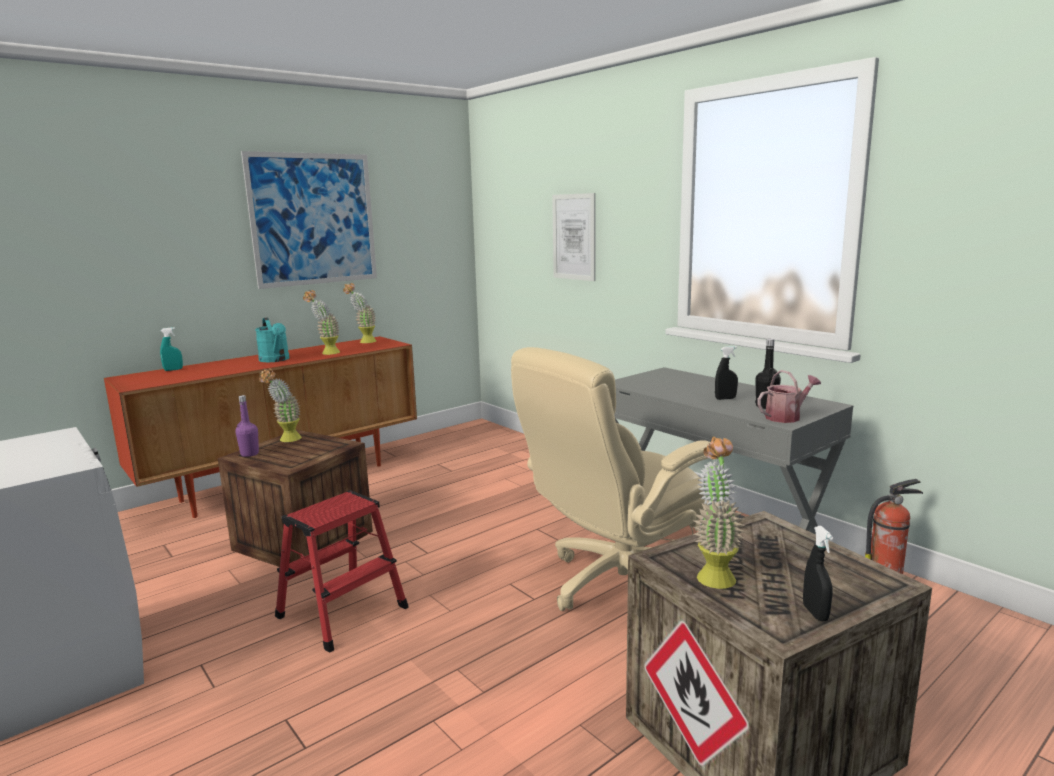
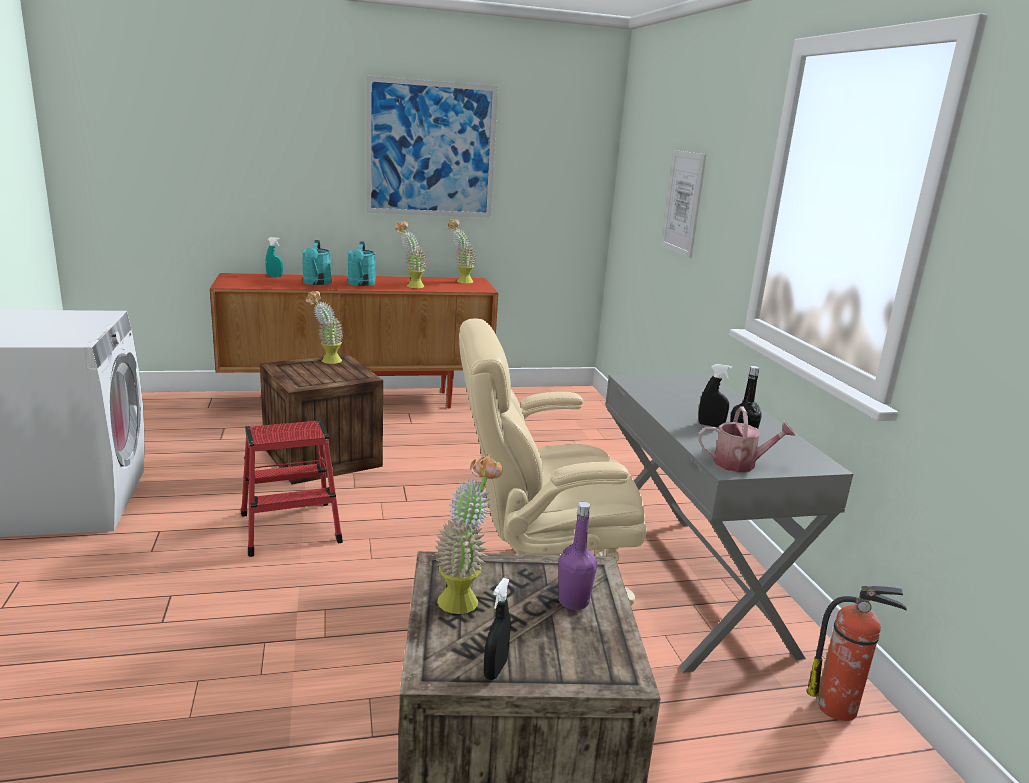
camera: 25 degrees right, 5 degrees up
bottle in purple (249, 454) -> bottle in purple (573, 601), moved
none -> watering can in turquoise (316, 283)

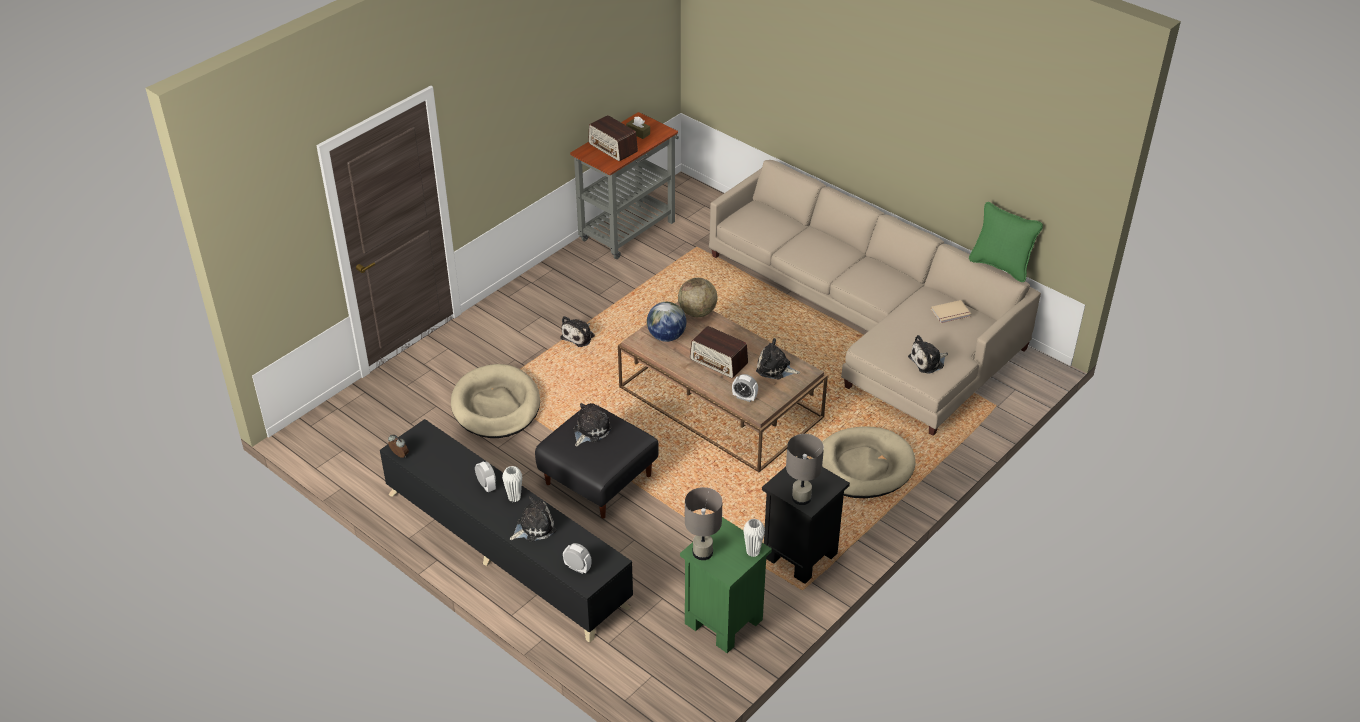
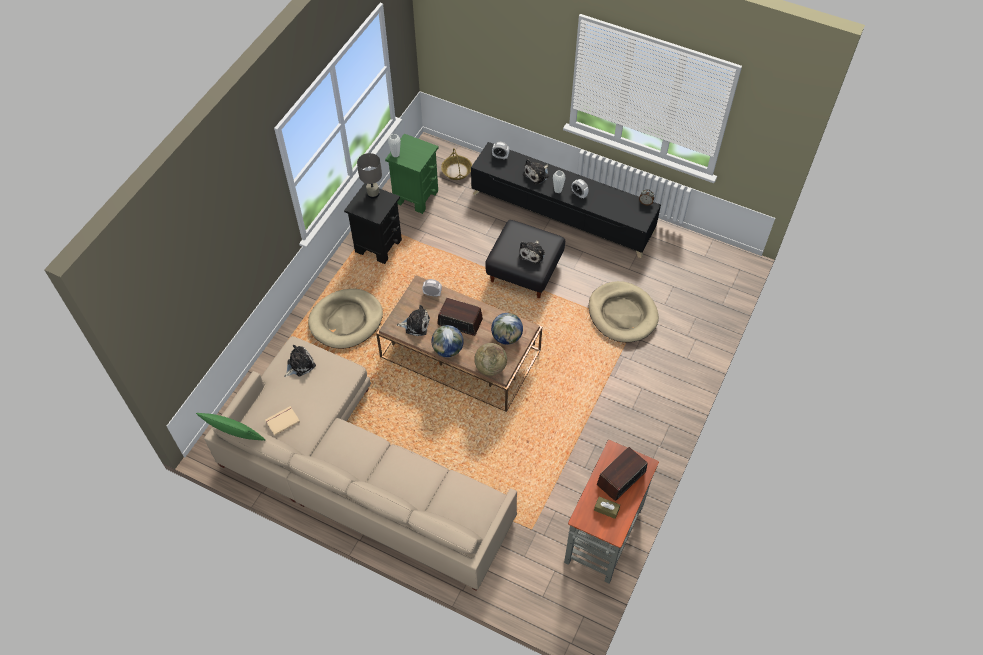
camera: 165 degrees right, 15 degrees up
radio (613, 148) -> radio (621, 478), 75 degrees counterclockwise
plush toy (579, 336) -> none
table lamp in grey (702, 552) -> none
none -> basket (456, 171)
none -> globe (448, 350)

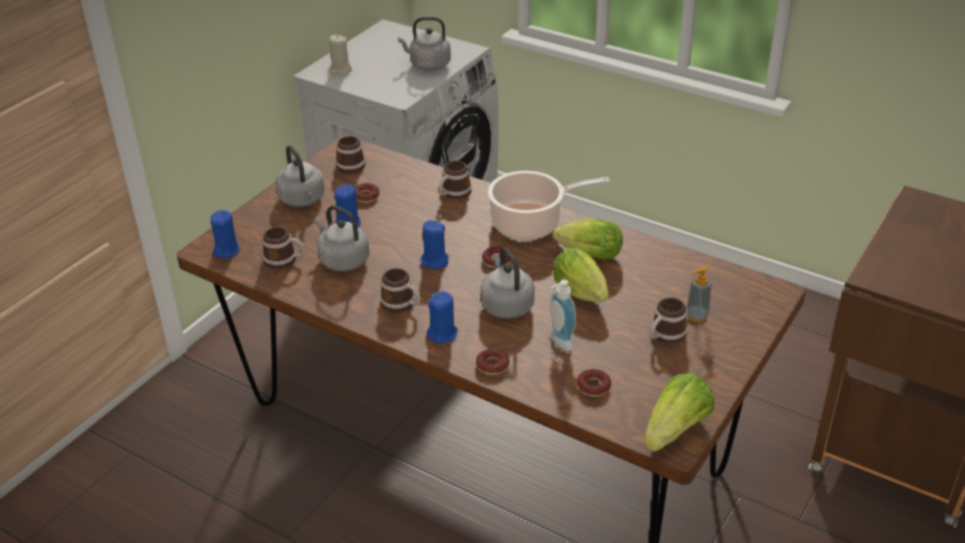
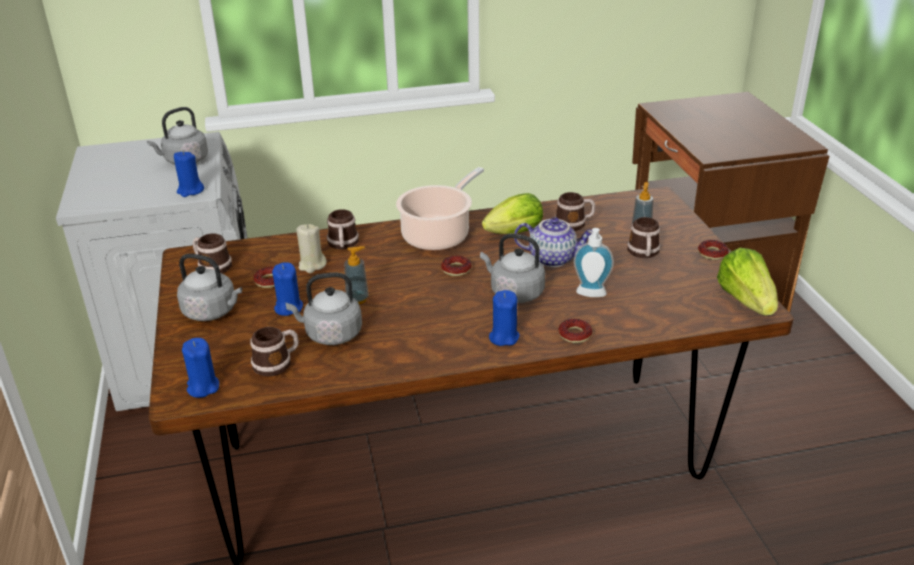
camera: 45 degrees left, 5 degrees down
candle in beige (340, 70) -> candle in beige (312, 265), moved
candle in blue (434, 261) -> candle in blue (190, 191), moved
lettuce (583, 295) -> teapot (553, 258)
mug (402, 304) -> mug (574, 224), moved
donut (593, 386) -> donut (712, 254), moved
none -> soap dispenser (357, 299)

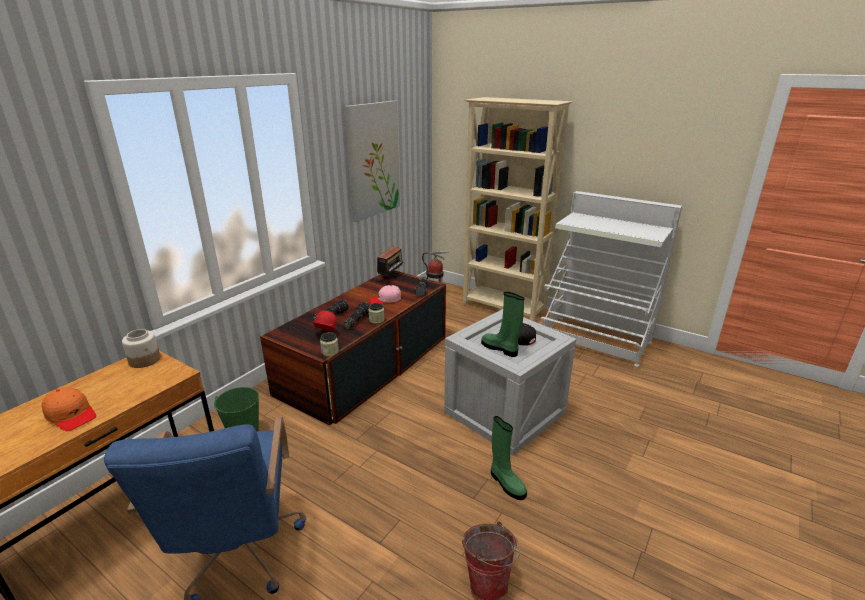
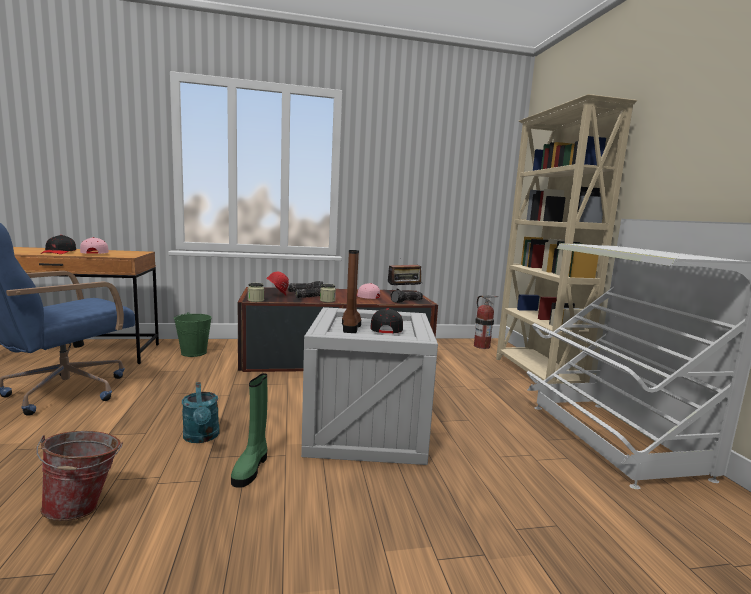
camera: 45 degrees right, 15 degrees down
picture (373, 160) -> none
boot in green (500, 349) -> boot in brown (350, 327)
jar (145, 360) -> none
cap in orange (71, 415) -> cap in black (59, 252)
none -> cap in pink (95, 253)
none -> watering can in turquoise (202, 437)

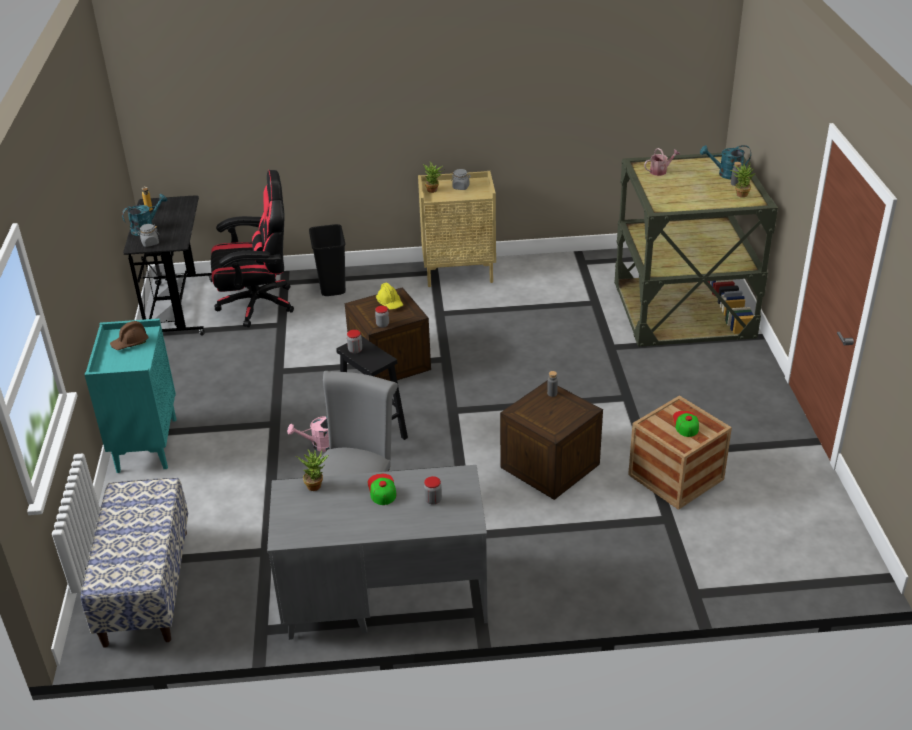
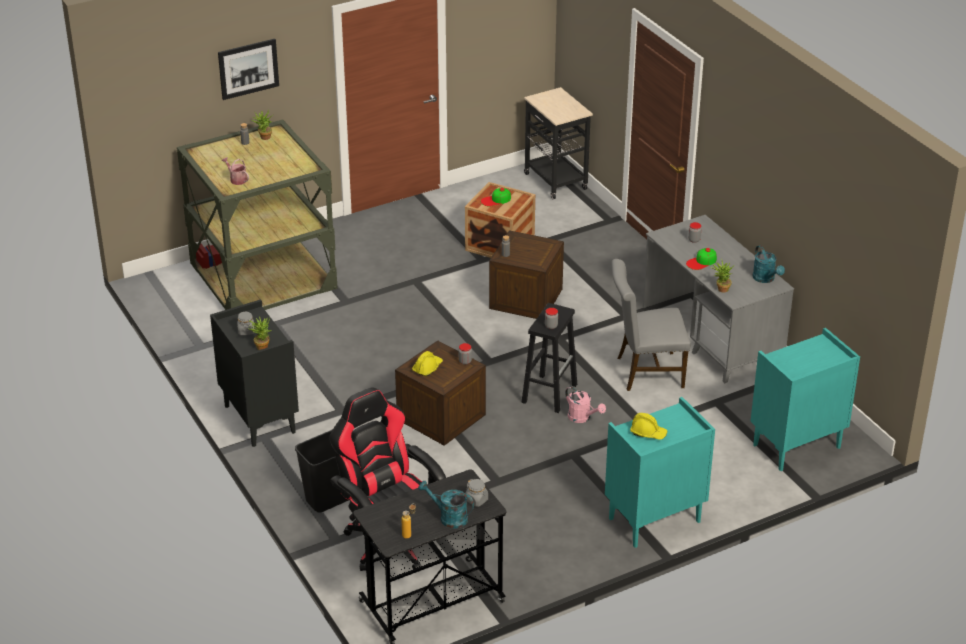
camera: 115 degrees left, 0 degrees up
watering can in turquoise (725, 174) -> watering can in turquoise (766, 279), moved
cabinet in beige (459, 274) -> cabinet in black (259, 418)
hard hat in brown (130, 343) -> hard hat in yellow (648, 433)
bench (146, 586) -> cabinet in turquoise (796, 446)
none -> picture (248, 68)
none -> cart (556, 182)

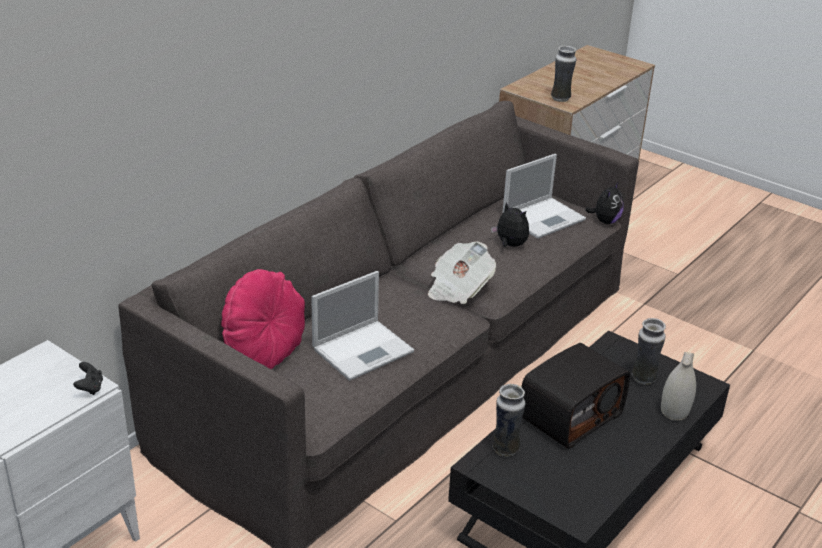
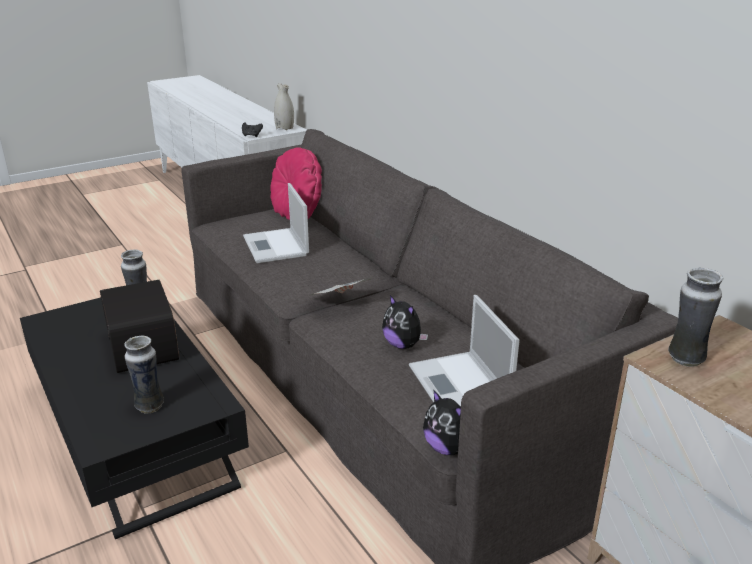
camera: 110 degrees right, 5 degrees down
plush toy (510, 245) -> plush toy (403, 345), 75 degrees clockwise
vase in white (675, 411) -> vase in white (284, 128), moved

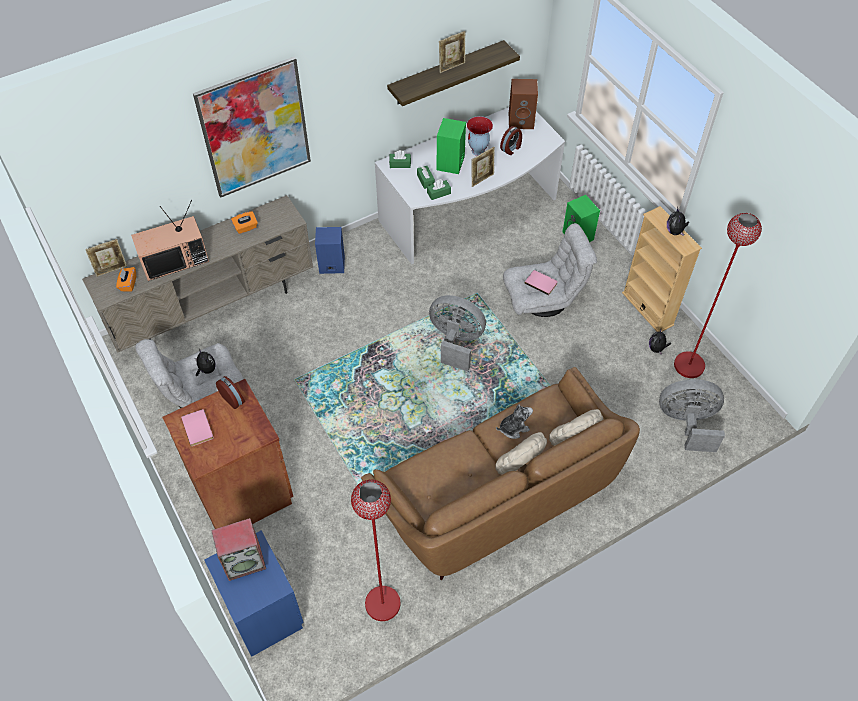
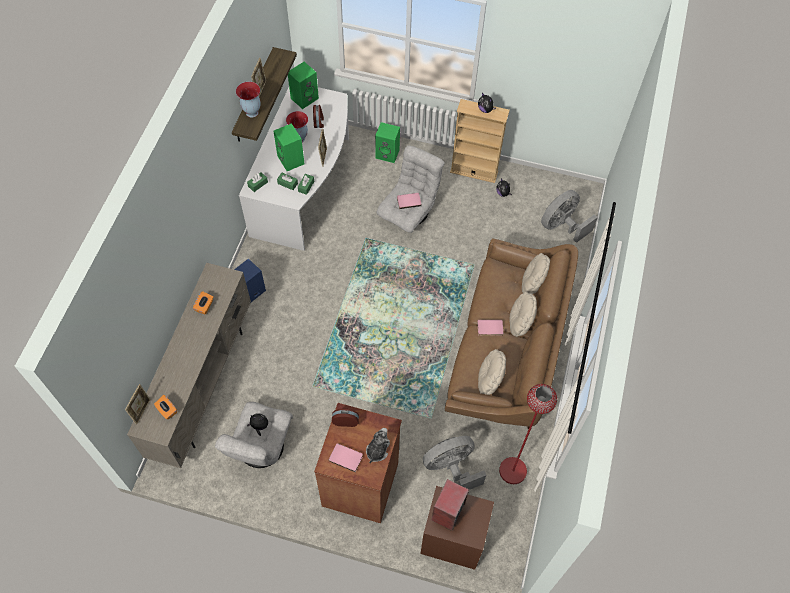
camera: 45 degrees left, 5 degrees up
picture (255, 128) -> none
speaker in brown (521, 121) -> speaker in green (304, 98)
television (175, 259) -> none
floor lamp in red (688, 365) -> none
fan in grey (455, 342) -> fan in grey (451, 467), moved
plush toy (513, 428) -> plush toy (377, 450), moved
nightstand in blue (264, 611) -> nightstand in brown (453, 538)
none -> vase (251, 112)
none -> book in pink (490, 329)
none -> pillow in beige (489, 381)

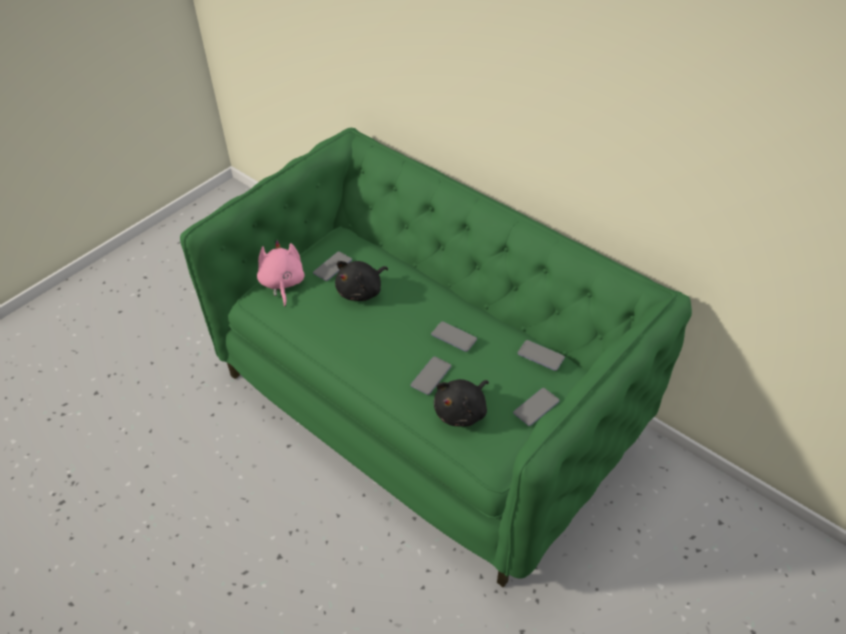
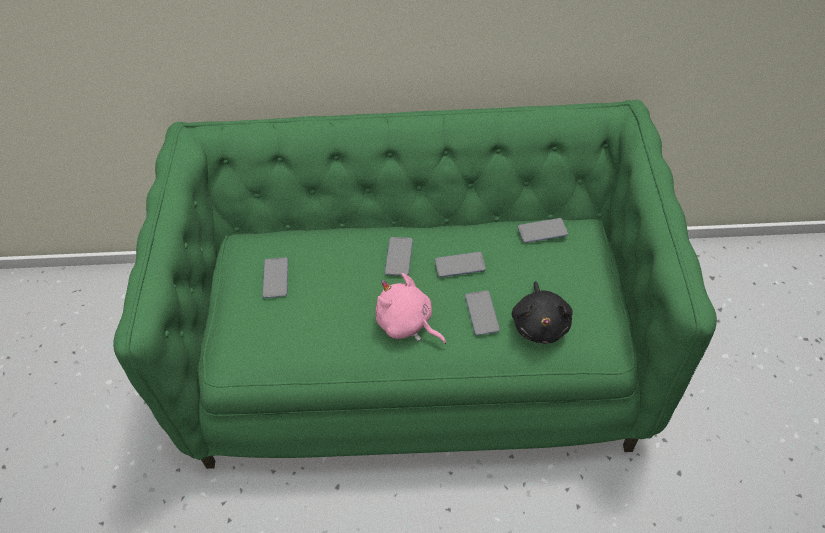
camera: 40 degrees left, 5 degrees up
plush toy in pink (282, 283) -> plush toy in pink (407, 324), moved
plush toy in black (362, 291) -> none
phone (536, 407) -> phone (399, 257), moved

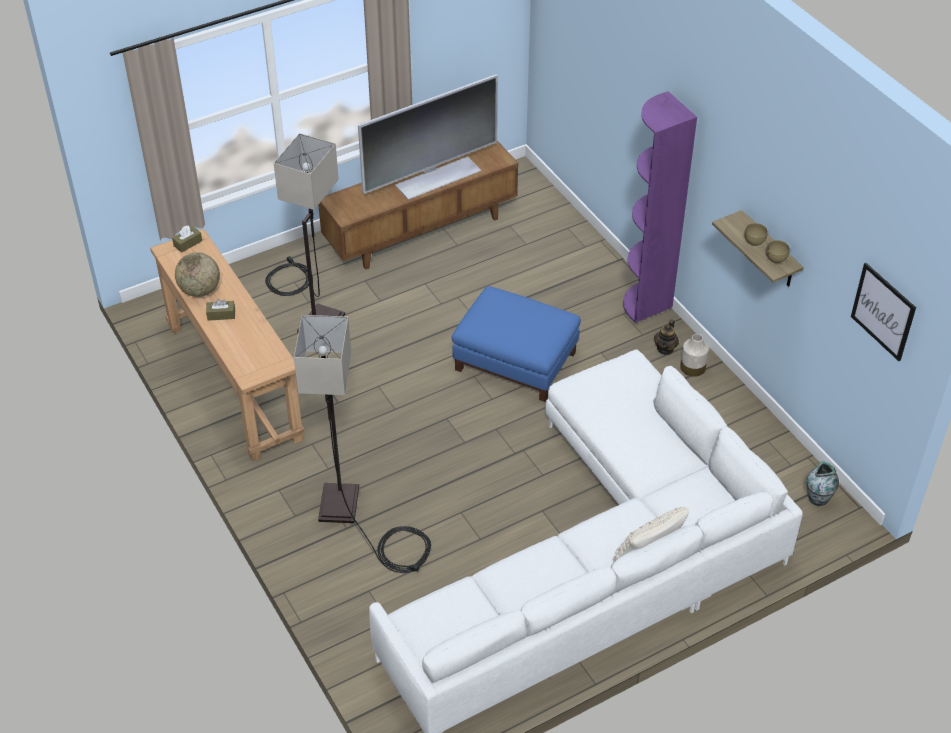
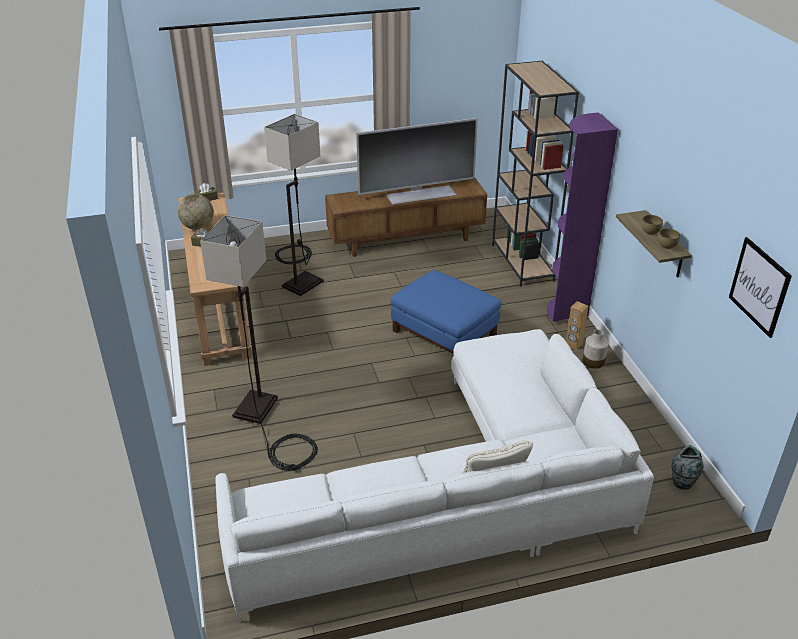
camera: 15 degrees right, 10 degrees down
teapot (665, 349) -> speaker in brown (574, 344)
none -> bookcase (523, 262)

